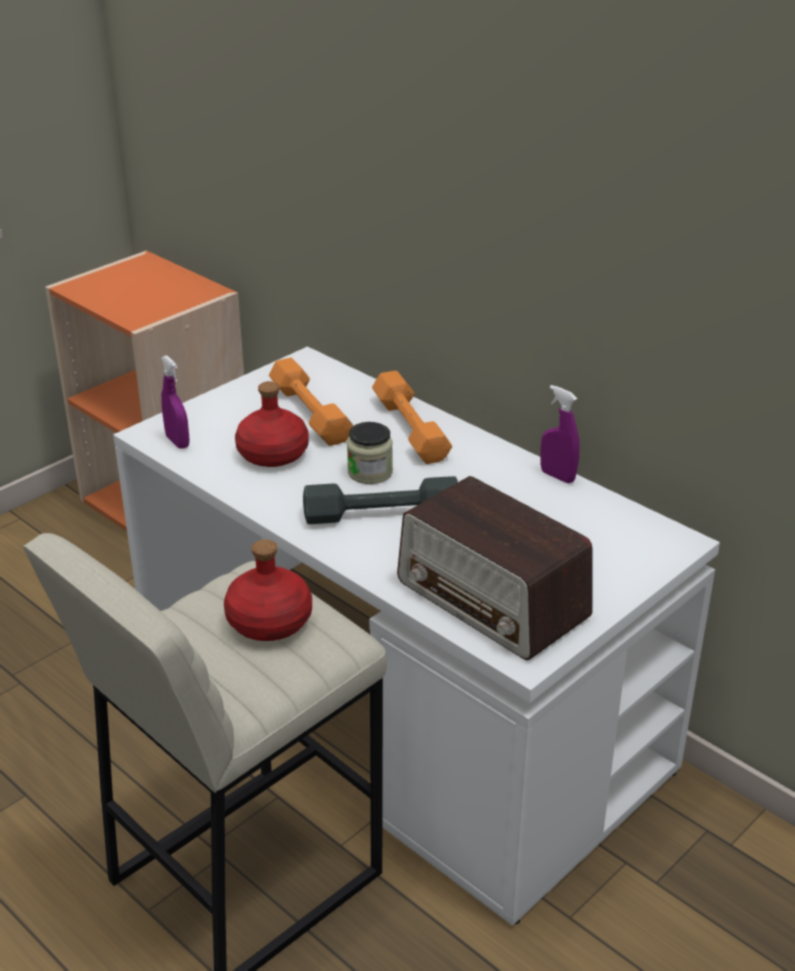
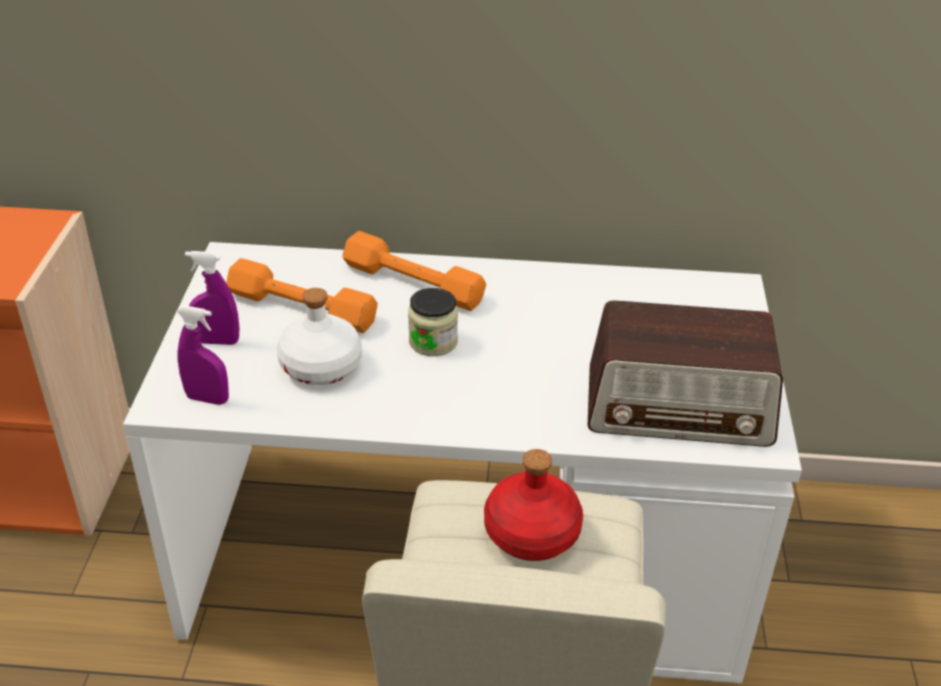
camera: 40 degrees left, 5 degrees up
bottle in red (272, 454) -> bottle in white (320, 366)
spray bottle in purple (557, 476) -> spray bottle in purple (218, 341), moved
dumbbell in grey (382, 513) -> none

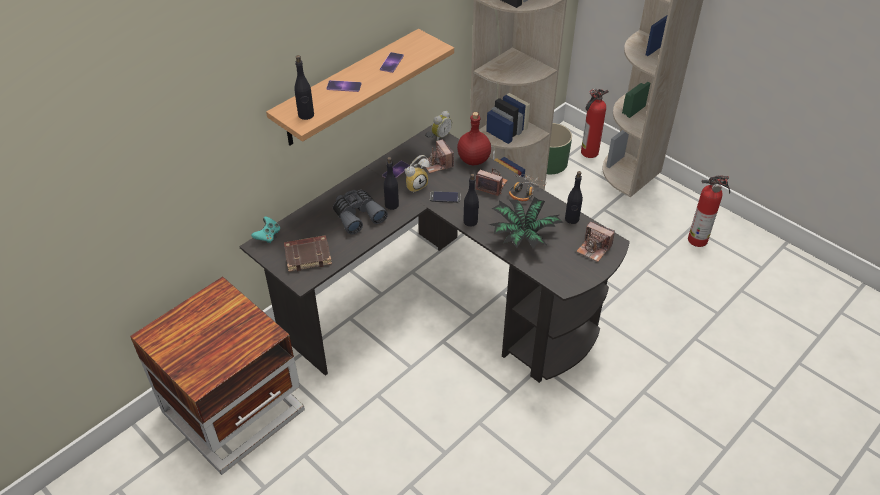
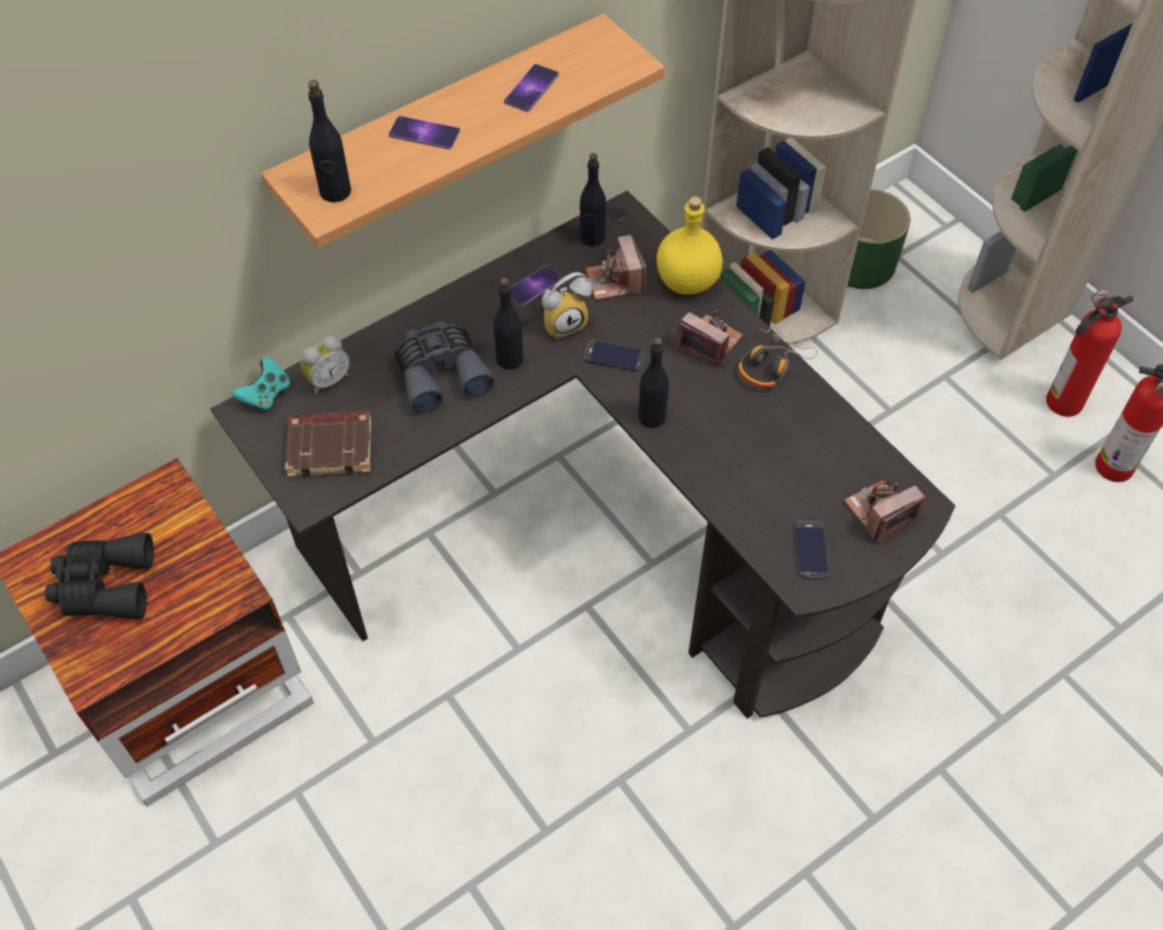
camera: 10 degrees right, 10 degrees up
fire extinguisher (588, 153) -> fire extinguisher (1062, 403), moved
alarm clock (440, 136) -> alarm clock (328, 380), moved
bottle in red (473, 160) -> bottle in yellow (687, 282)
bottle in black (572, 219) -> bottle in black (592, 237), moved
potted plant (523, 235) -> none
photo camera (594, 249) -> photo camera (880, 513), 105 degrees clockwise
none -> phone (811, 550)
none -> binoculars in black (104, 585)

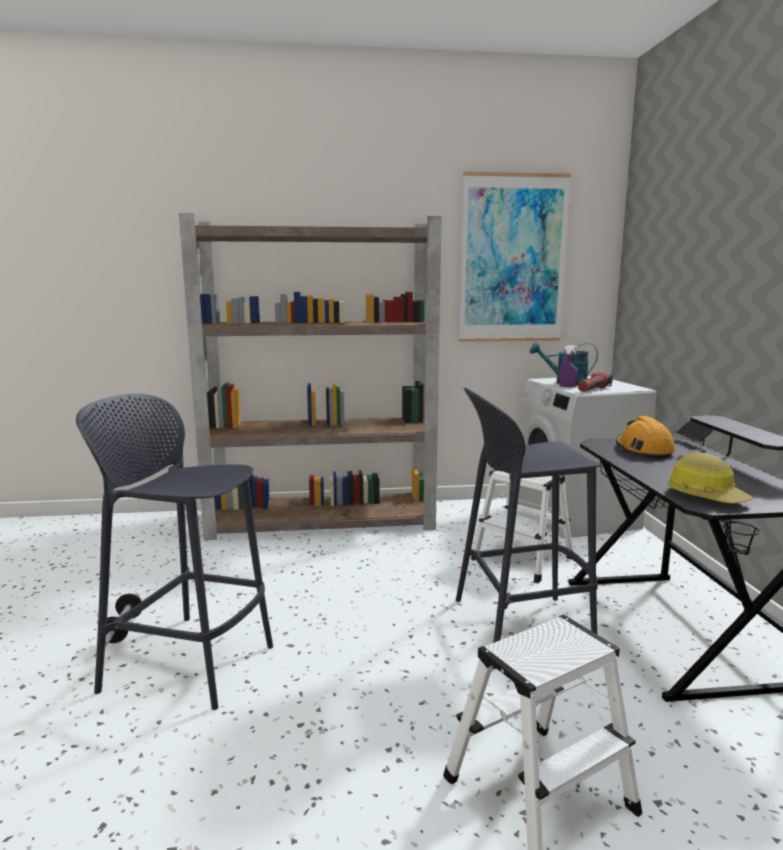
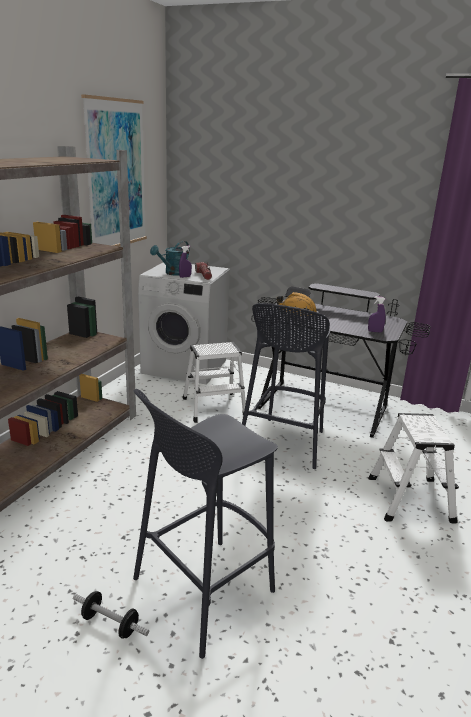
camera: 60 degrees left, 10 degrees up
hard hat (705, 496) -> spray bottle in purple (375, 331)

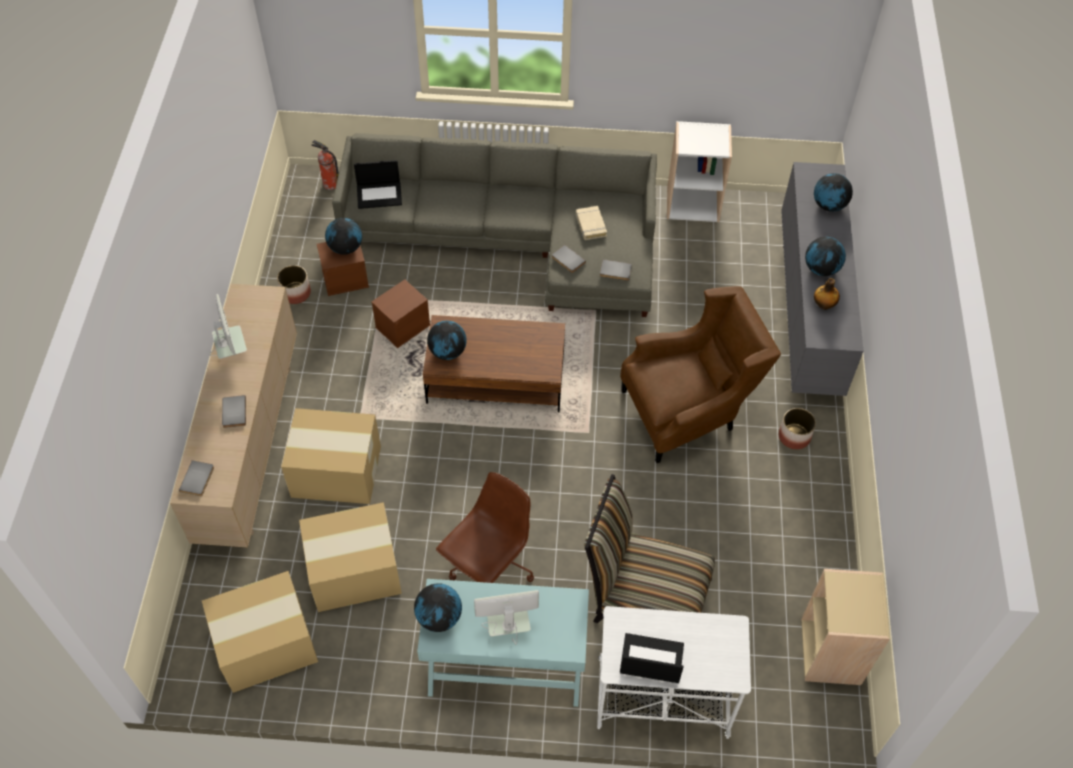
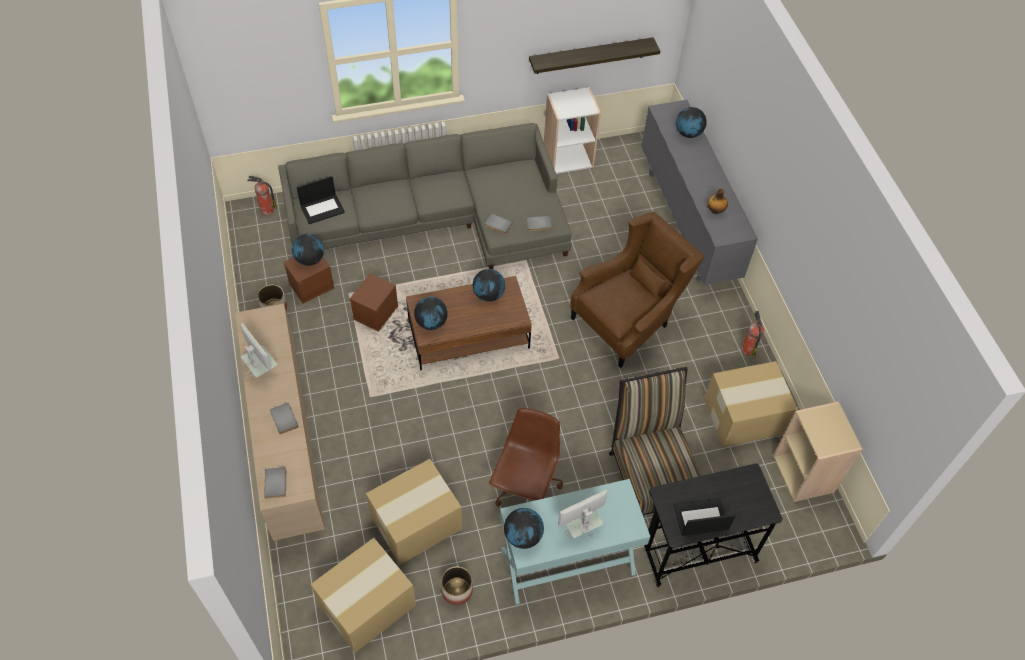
camera: 20 degrees left, 0 degrees up
book in beige (590, 225) -> none
globe (821, 269) -> globe (489, 295), moved
cardboard box (335, 471) -> cardboard box (742, 416), moved
planter (794, 436) -> planter (456, 590), moved
chair (644, 596) -> chair (652, 473), 75 degrees clockwise
desk in white (662, 698) -> desk in black (696, 547)
none -> shelf (590, 55)
none -> fire extinguisher (747, 349)

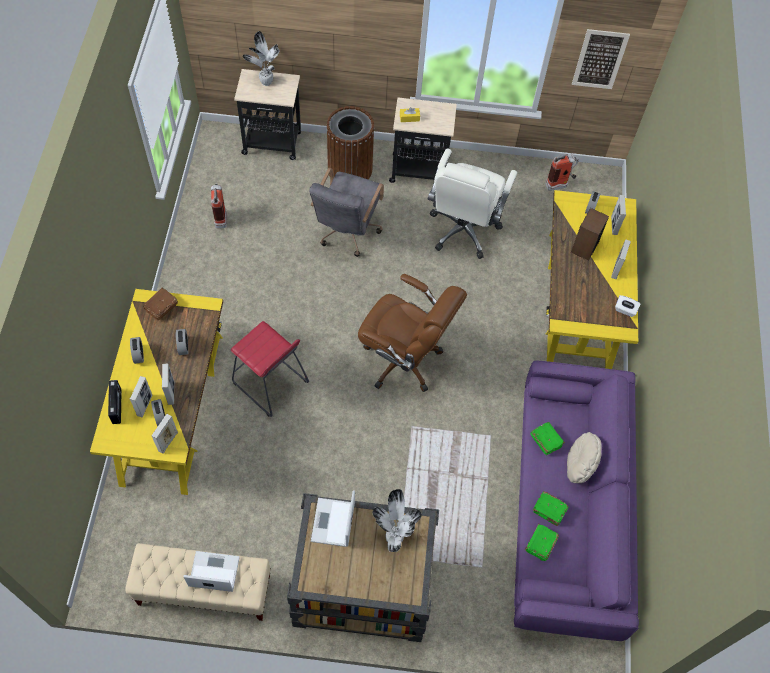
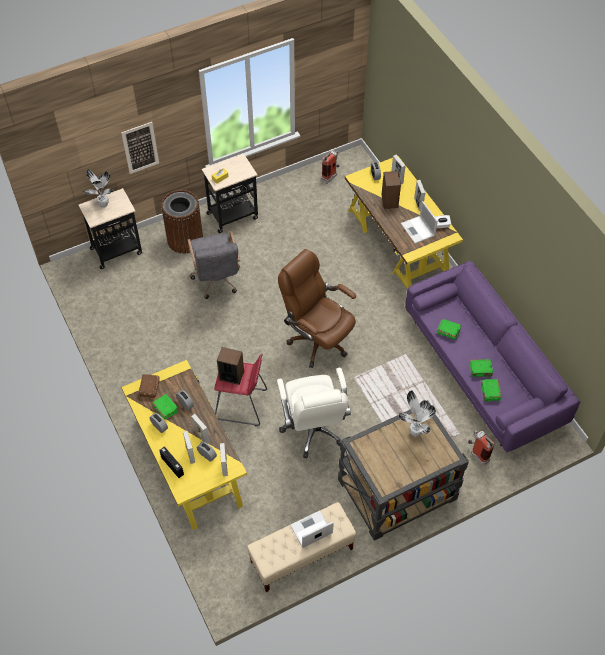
camera: 30 degrees left, 5 degrees down
picture (599, 59) -> picture (140, 148), moved
office chair in white (463, 231) -> office chair in white (313, 431), moved
fire extinguisher (221, 216) -> fire extinguisher (477, 454), moved
office chair in brown (404, 361) -> office chair in brown (317, 341), 135 degrees counterclockwise
pillow in beige (578, 466) -> none
laptop (333, 523) -> laptop (418, 230), moved
none -> speaker (231, 375)
none -> book in green (165, 408)

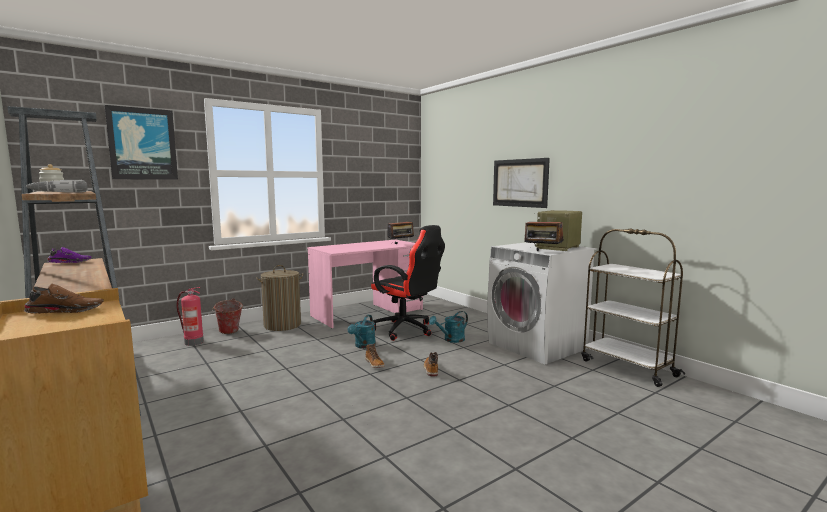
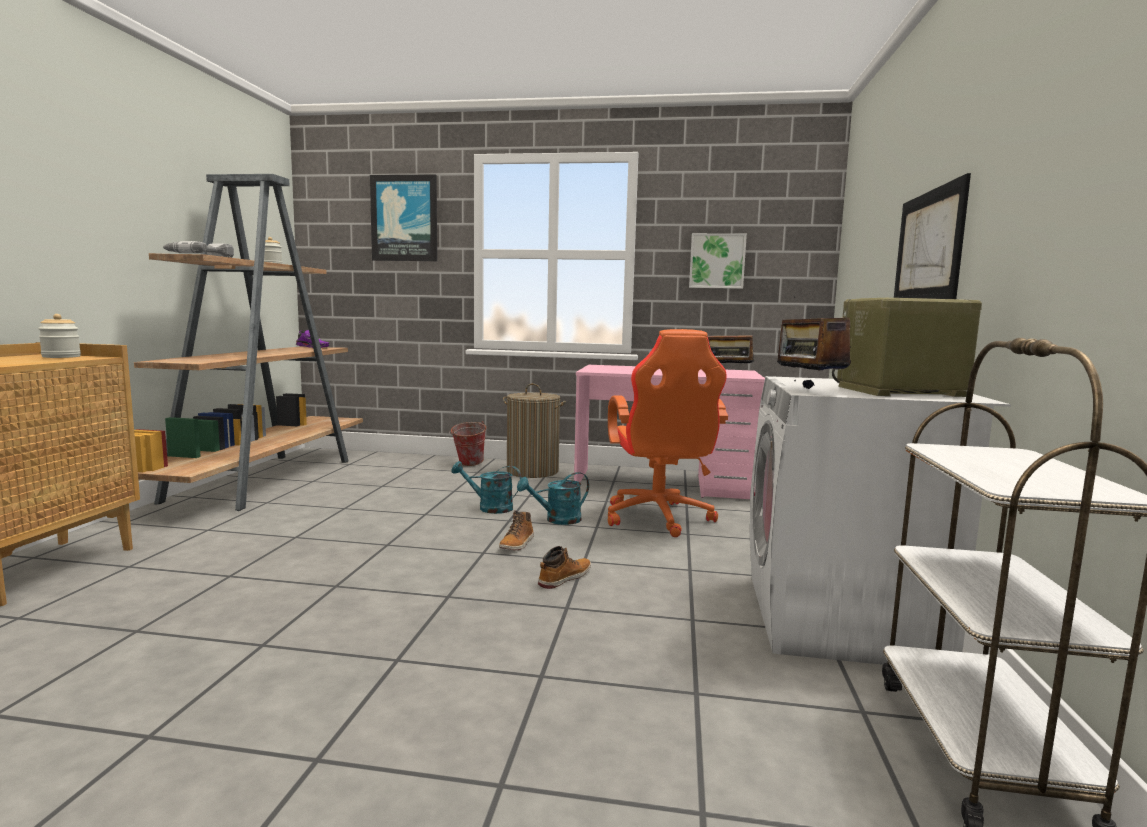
camera: 45 degrees right, 0 degrees up
office chair in black (407, 331) -> office chair in orange (659, 521)
shoe in brown (66, 310) -> jar (61, 357)
fire extinguisher (193, 342) -> none
watering can in turquoise (451, 340) -> watering can in turquoise (489, 508), moved
none -> picture (717, 261)

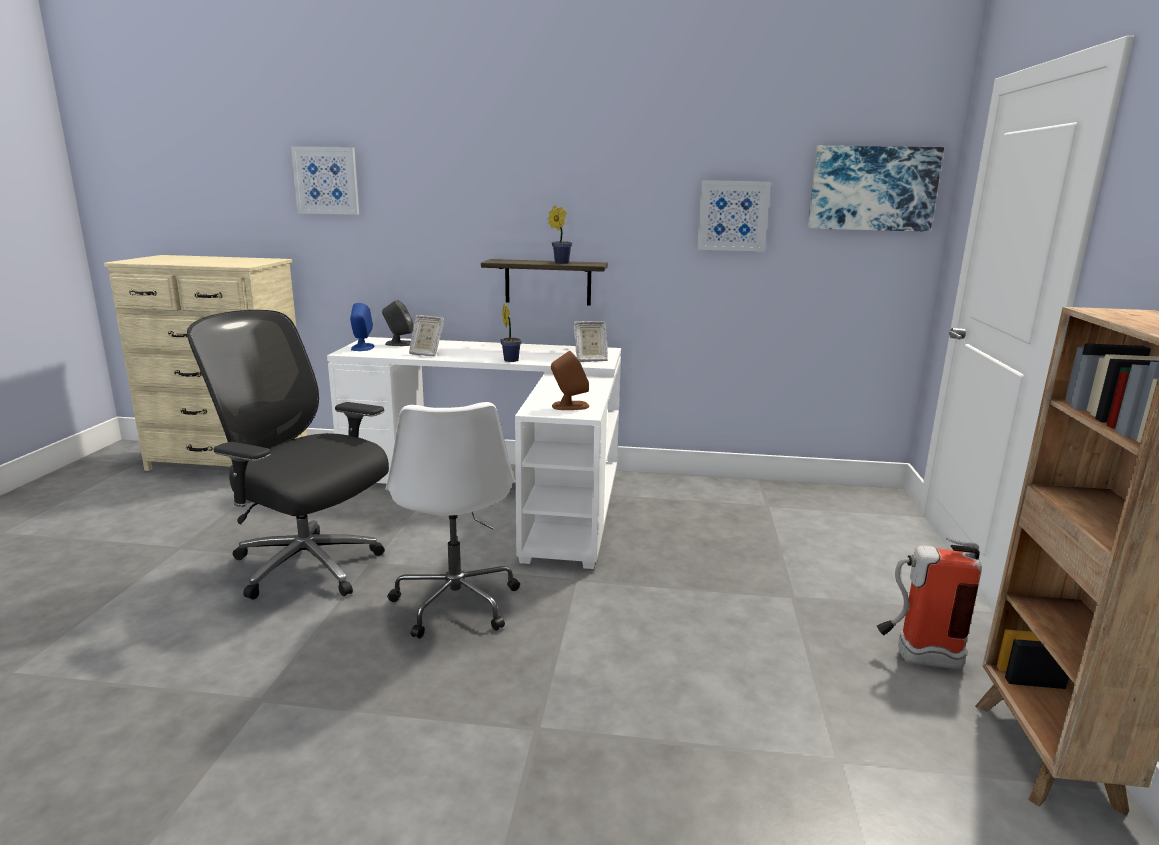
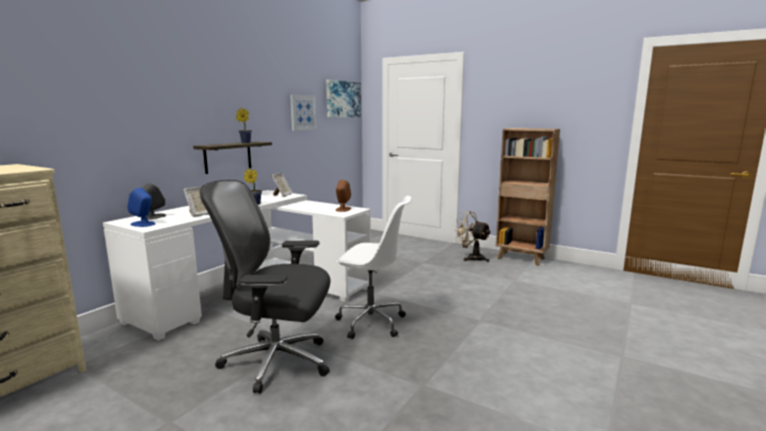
camera: 65 degrees left, 5 degrees down
picture (326, 180) -> none
office chair (309, 566) -> office chair (278, 362), 45 degrees clockwise
fire extinguisher (916, 658) -> fan in beige (471, 258)

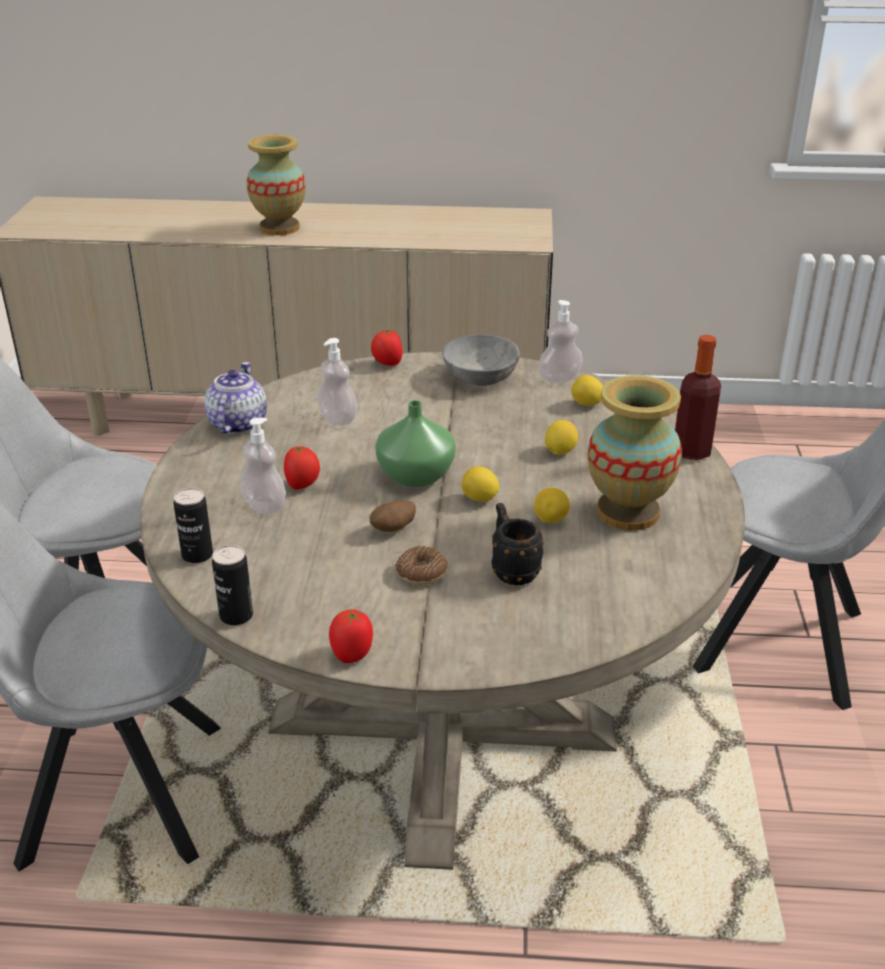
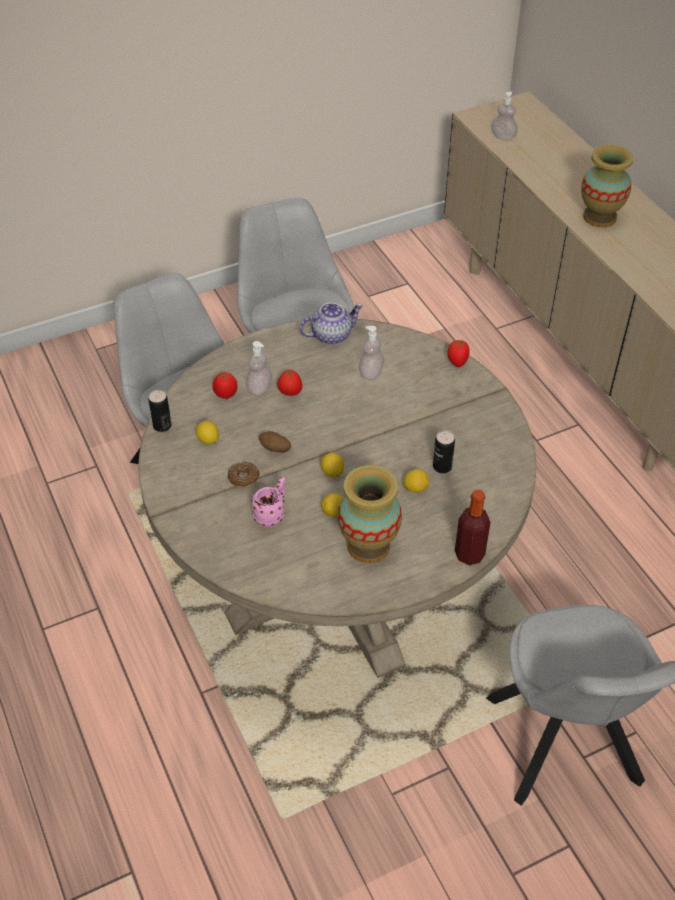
camera: 60 degrees right, 15 degrees up
soap dispenser (559, 378) -> soap dispenser (503, 137), moved
bowl in grey (480, 376) -> none
lemon (587, 404) -> lemon (208, 440), moved
vase in green (417, 475) -> none
can (197, 555) -> can (442, 467), moved
mug in black (512, 569) -> mug in pink (272, 514)
tomato (352, 654) -> tomato (225, 394), moved

